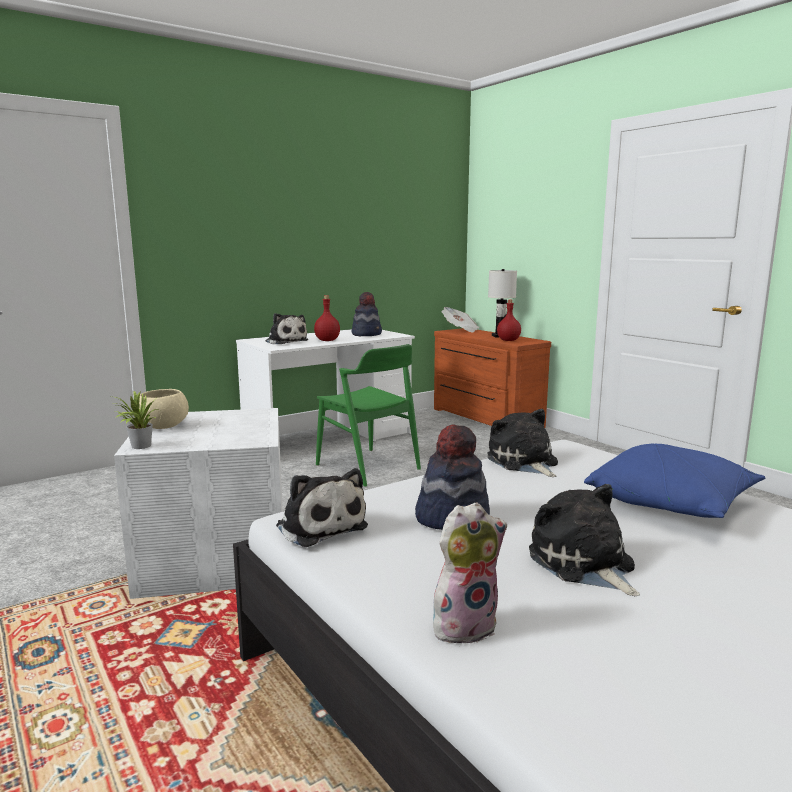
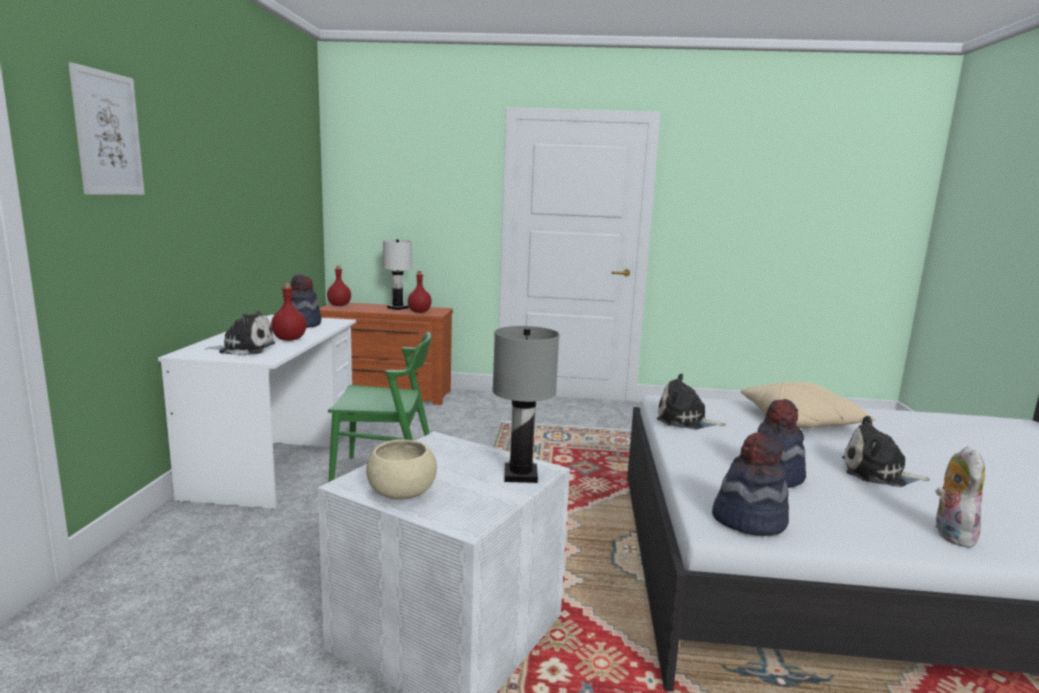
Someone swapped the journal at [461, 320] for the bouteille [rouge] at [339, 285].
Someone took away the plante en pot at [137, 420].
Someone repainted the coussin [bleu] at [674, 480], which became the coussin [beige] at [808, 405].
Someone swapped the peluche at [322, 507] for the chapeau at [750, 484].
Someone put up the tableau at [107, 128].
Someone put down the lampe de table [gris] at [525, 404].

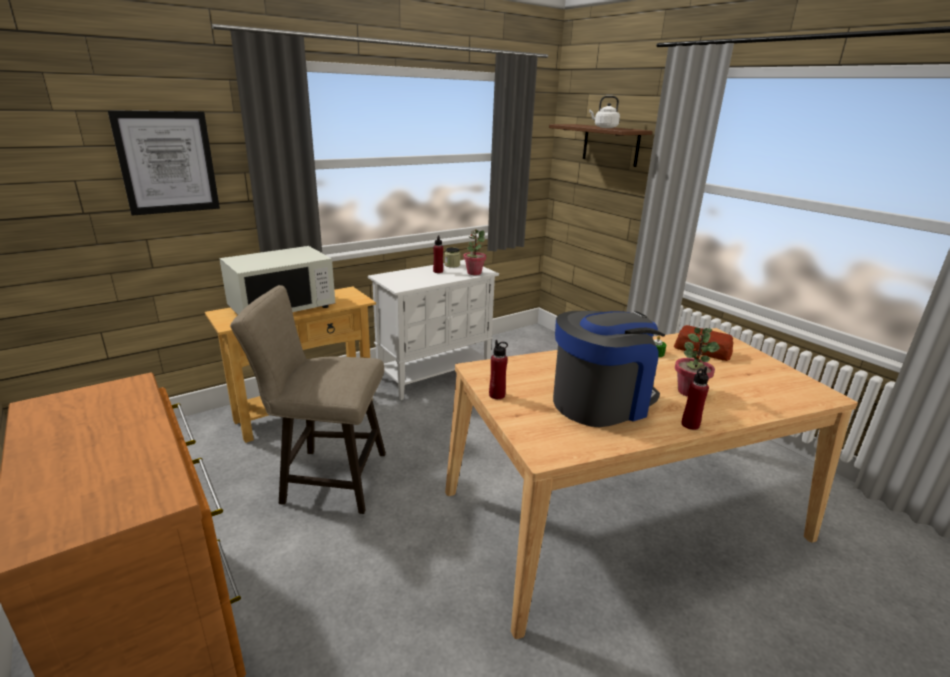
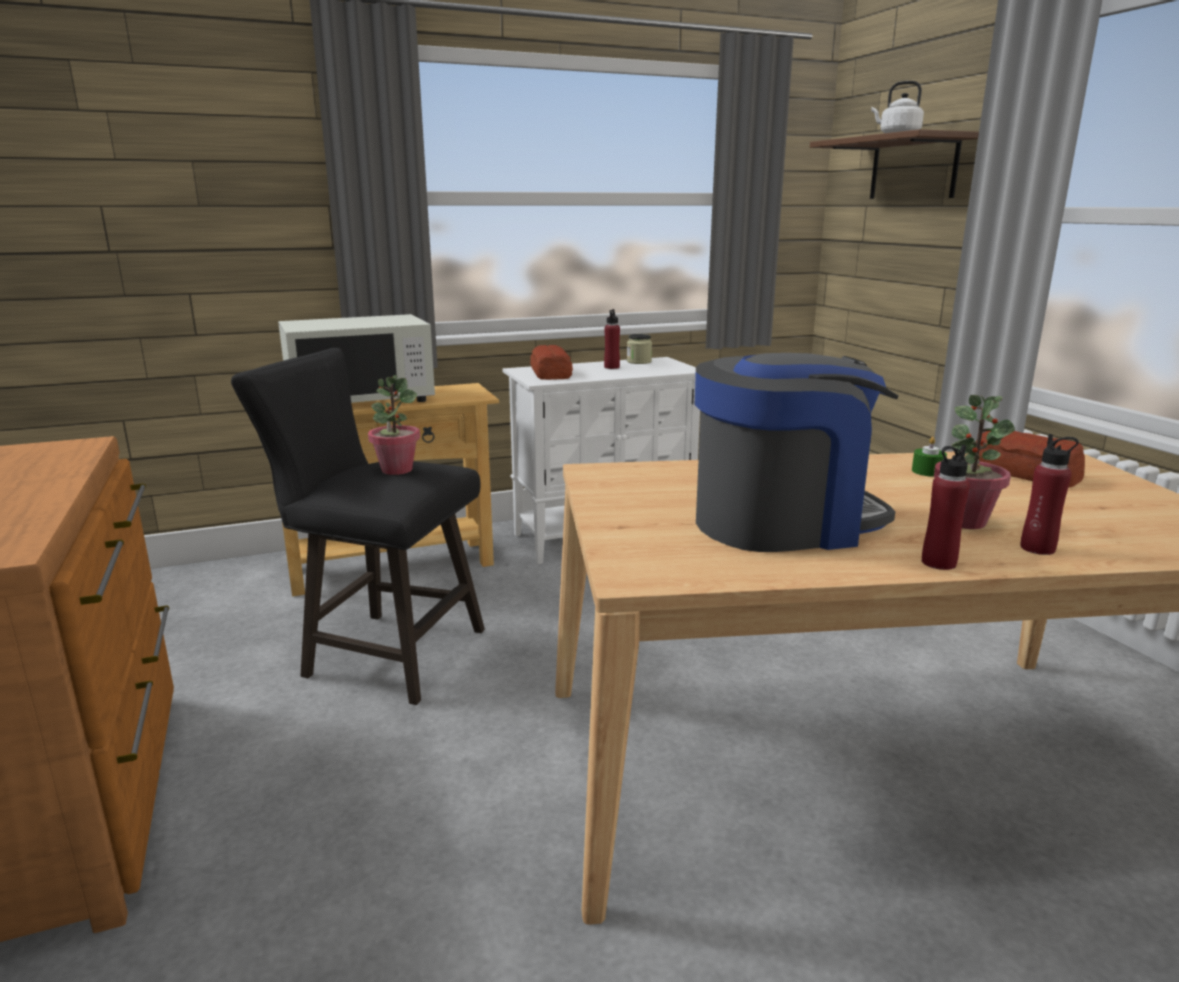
Someone took away the tableau at [164, 163].
Someone carried the plante en pot from [474, 252] to [394, 425].
Someone repainted the tabouret [beige] at [308, 399], which became the tabouret [noir] at [358, 526].
Someone carried the bouteille [rouge] from [498, 369] to [1049, 494].
Someone put down the pain at [551, 362].

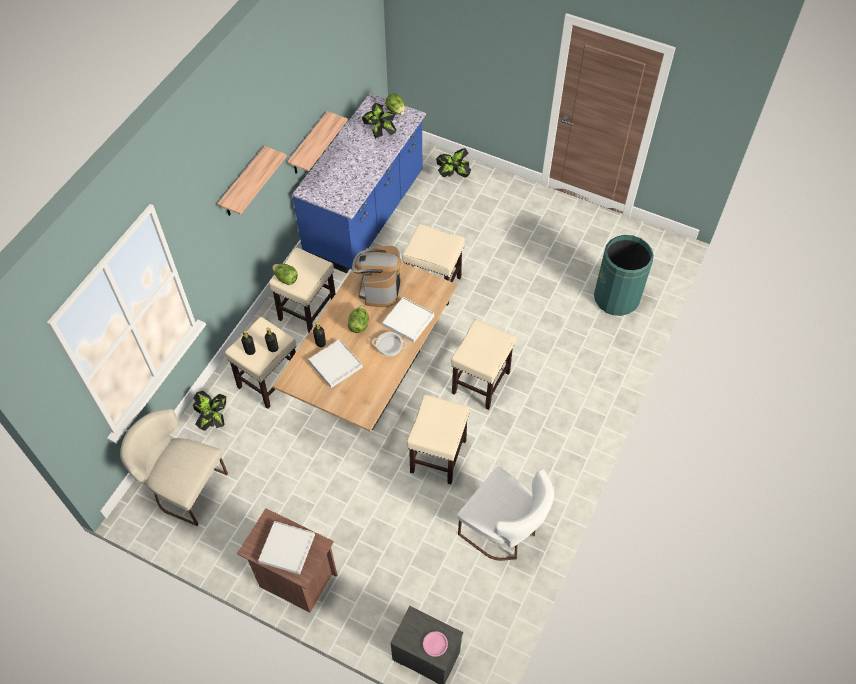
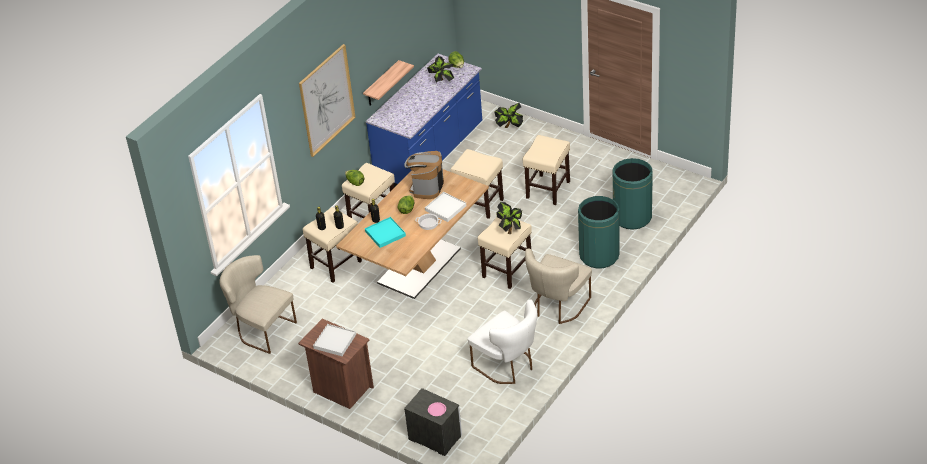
Someone swapped the étagère at [252, 181] for the tableau at [327, 100].
Someone repainted the plateau [blanc] at [335, 363], which became the plateau [turquoise] at [385, 232].
Someone carried the plante en pot from [209, 411] to [509, 218].
Someone carried the tabouret [beige] from [438, 439] to [546, 170].
Someone put down the poubelle [vert] at [598, 232].
Someone put down the chaise [beige] at [558, 286].

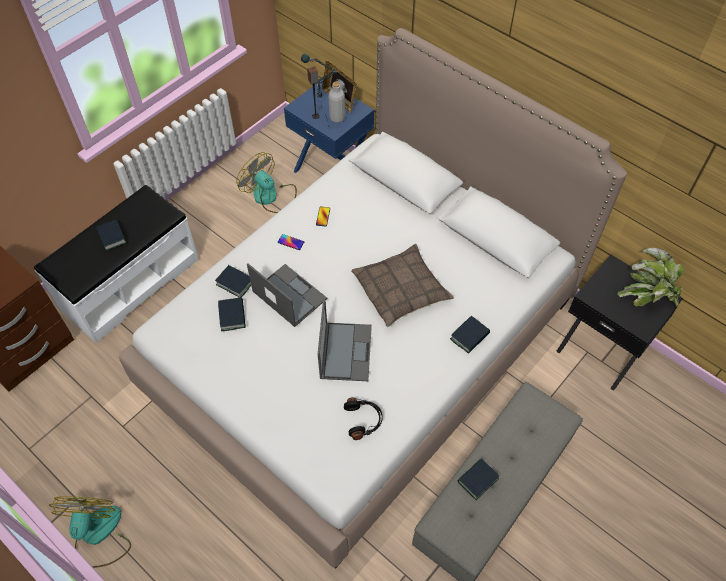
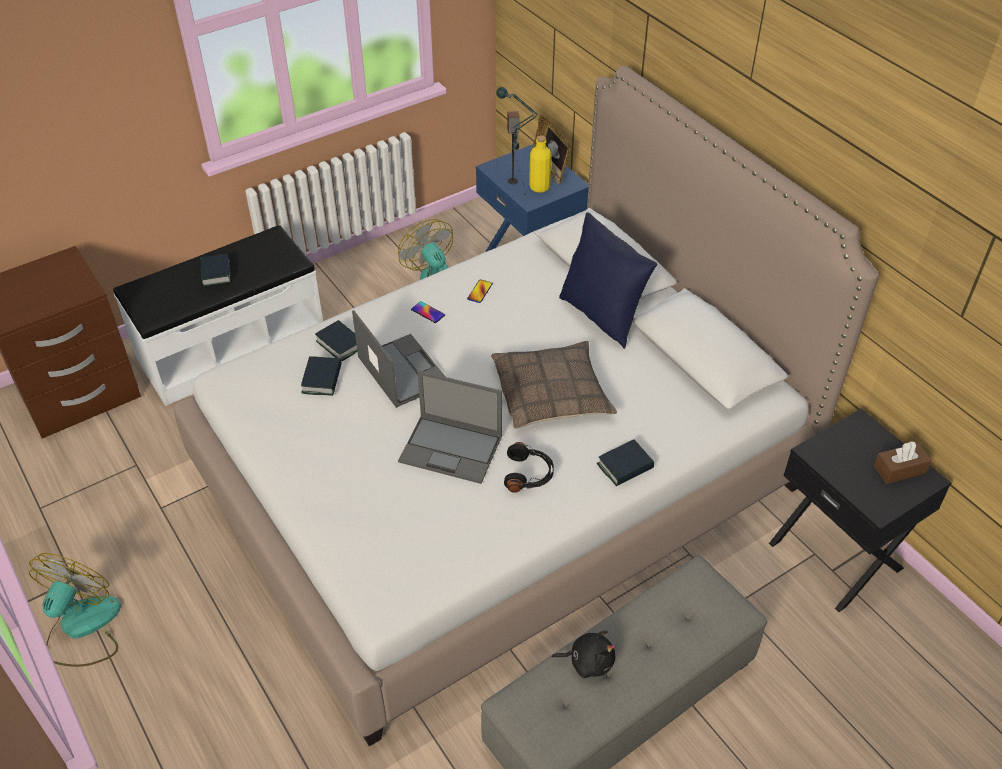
Someone repainted the bouteille [gris] at [336, 102], which became the bouteille [jaune] at [540, 164].
Someone swapped the plante en pot at [650, 277] for the boîte à mouchoirs [marron] at [903, 462].
Someone rotated the ordinateur portable at [345, 339] by 90 degrees clockwise.
Someone carried the casque audio [noir] from [363, 419] to [529, 467].
Someone swapped the livre at [478, 479] for the peluche [noir] at [584, 654].
Someone put down the coussin [bleu] at [608, 280].

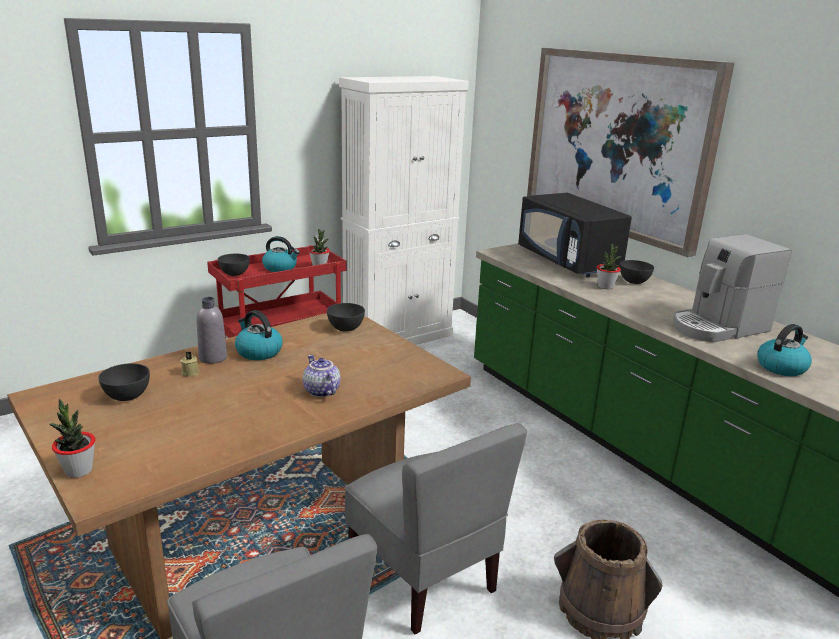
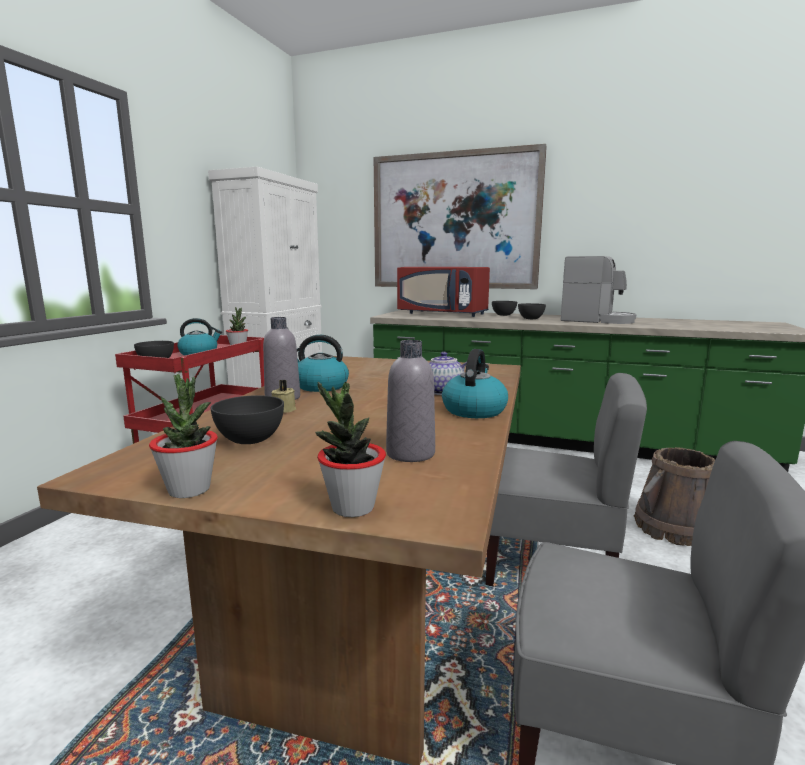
Someone repainted the micro-ondes [noir] at [575, 235], which became the micro-ondes [rouge] at [443, 292].
Someone rotated the machine à café at [732, 288] by 90 degrees counterclockwise.
Someone carried the plante en pot from [609, 266] to [183, 436].
Someone carried the bol [gris] from [346, 317] to [532, 311].
Someone carried the bouilloire from [784, 350] to [475, 383].
Someone put down the bouteille [gris] at [410, 401].

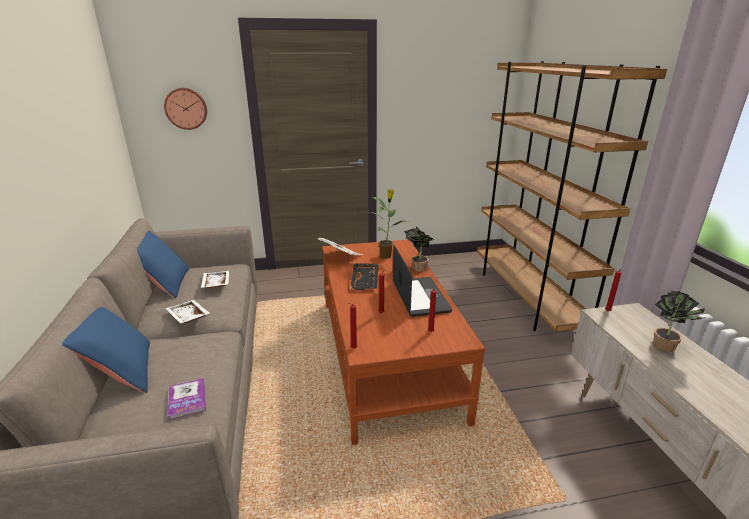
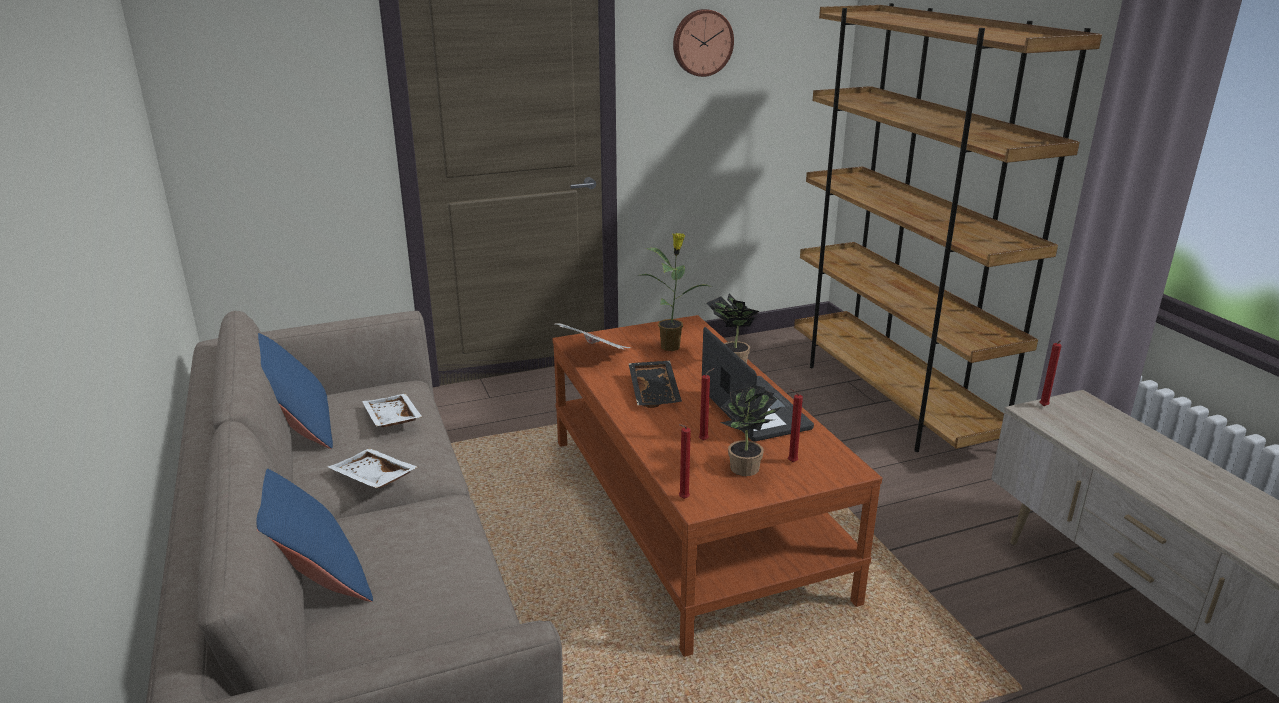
Someone carried the horloge murale from [185, 109] to [703, 43].
Someone carried the plante en pot from [679, 321] to [750, 429].
Someone took away the livre at [187, 399].

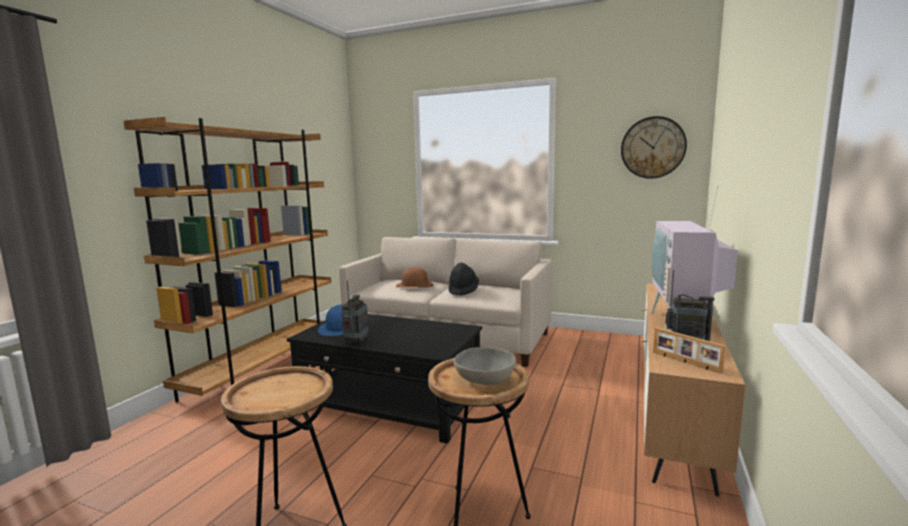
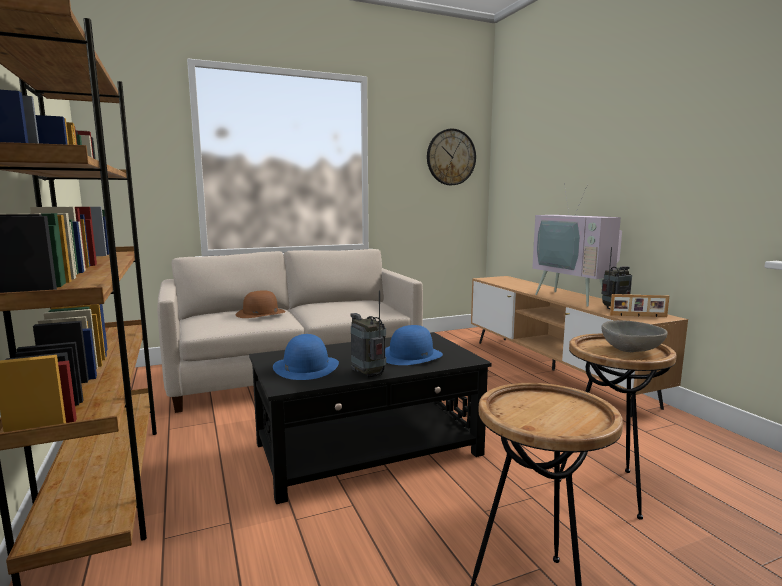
Someone took away the chapeau [noir] at [464, 279].
Someone put down the chapeau [bleu] at [414, 345].

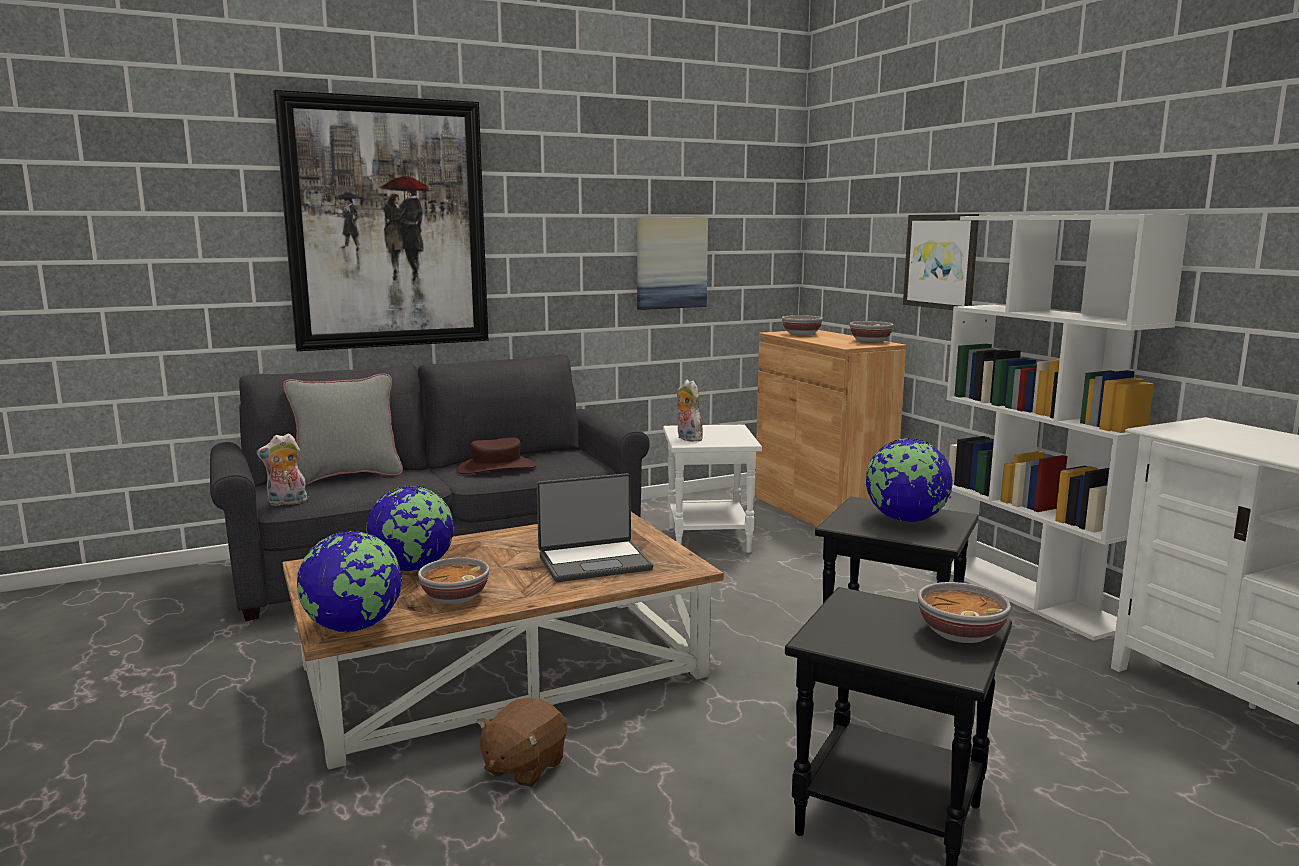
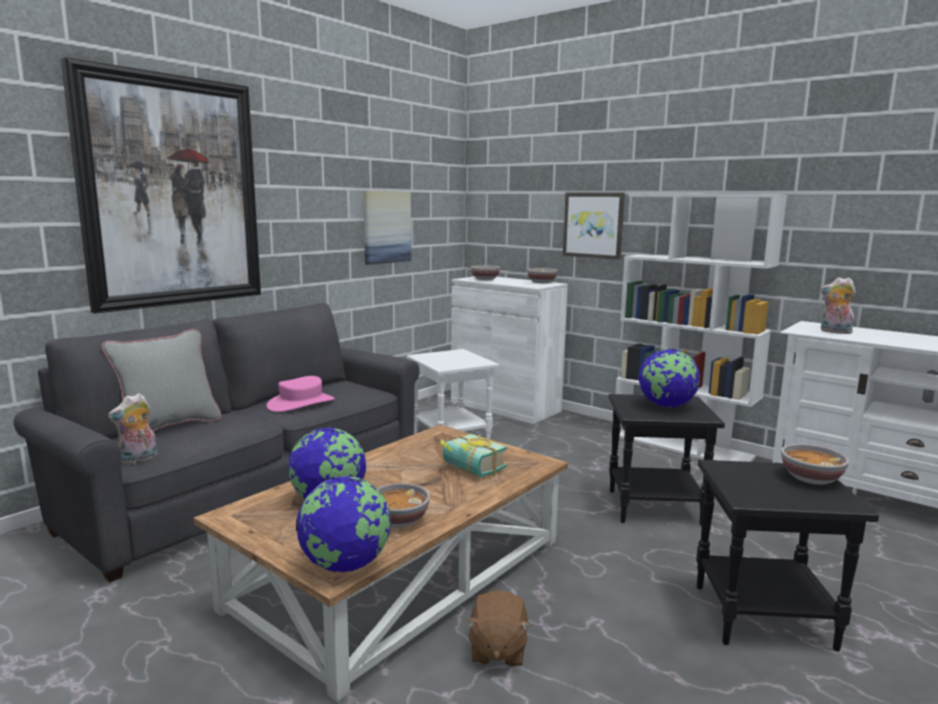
Someone repainted the meuble de rangement [marron] at [830, 428], which became the meuble de rangement [blanc] at [509, 350].
Someone carried the peluche from [690, 411] to [838, 305].
Someone repainted the chapeau [marron] at [497, 455], which became the chapeau [rose] at [301, 394].
Someone swapped the ordinateur portable at [595, 527] for the livre at [473, 455].

